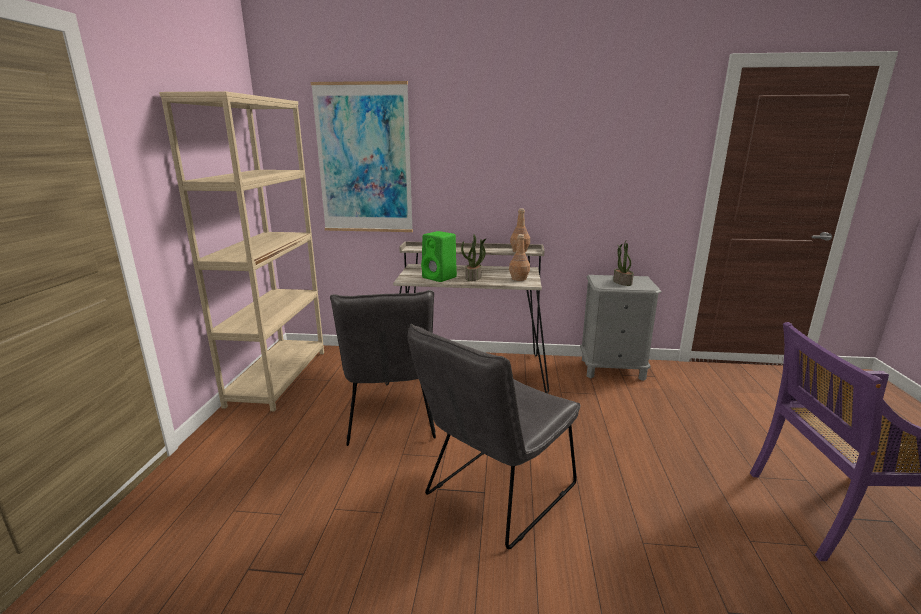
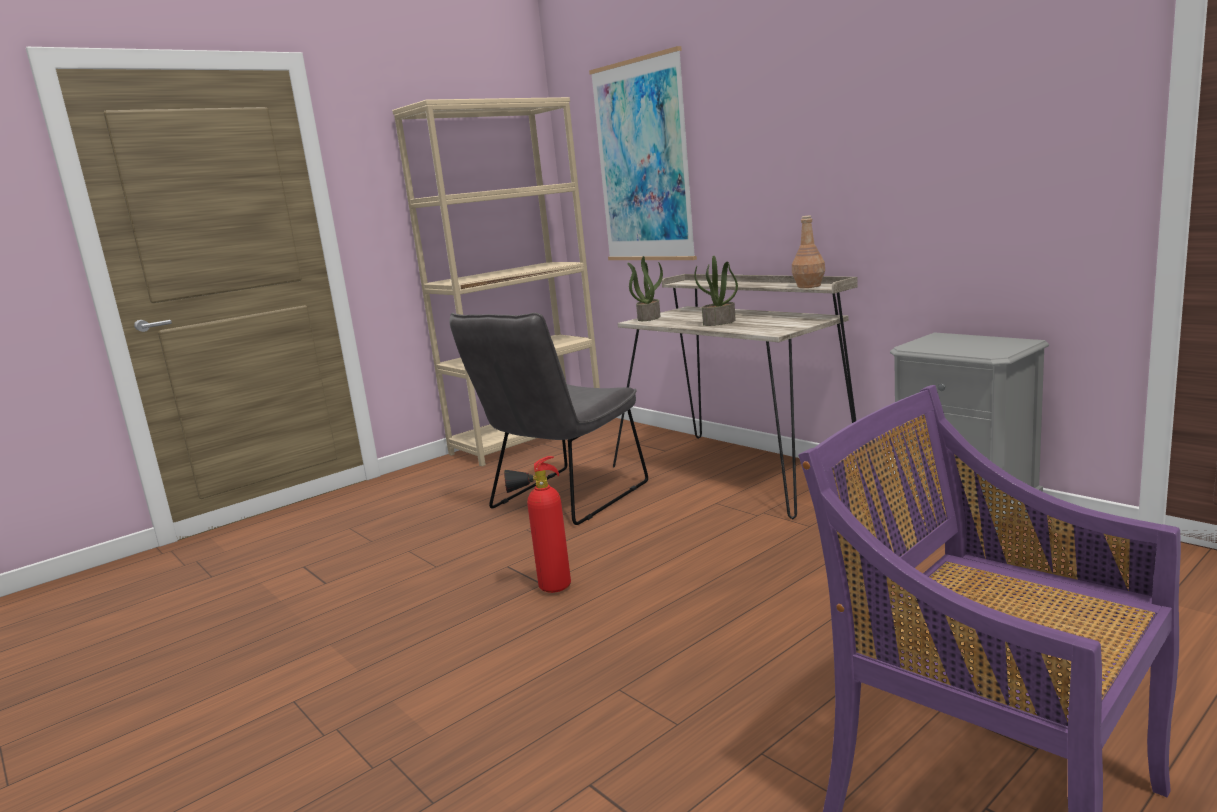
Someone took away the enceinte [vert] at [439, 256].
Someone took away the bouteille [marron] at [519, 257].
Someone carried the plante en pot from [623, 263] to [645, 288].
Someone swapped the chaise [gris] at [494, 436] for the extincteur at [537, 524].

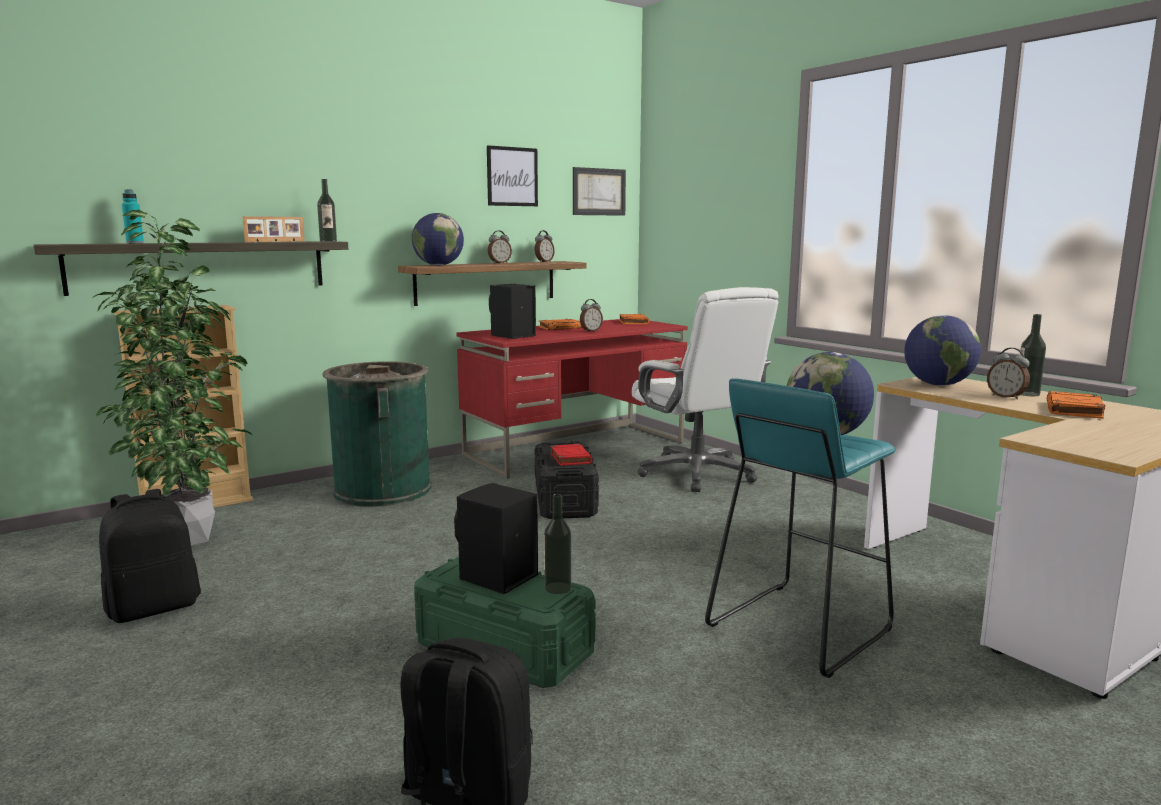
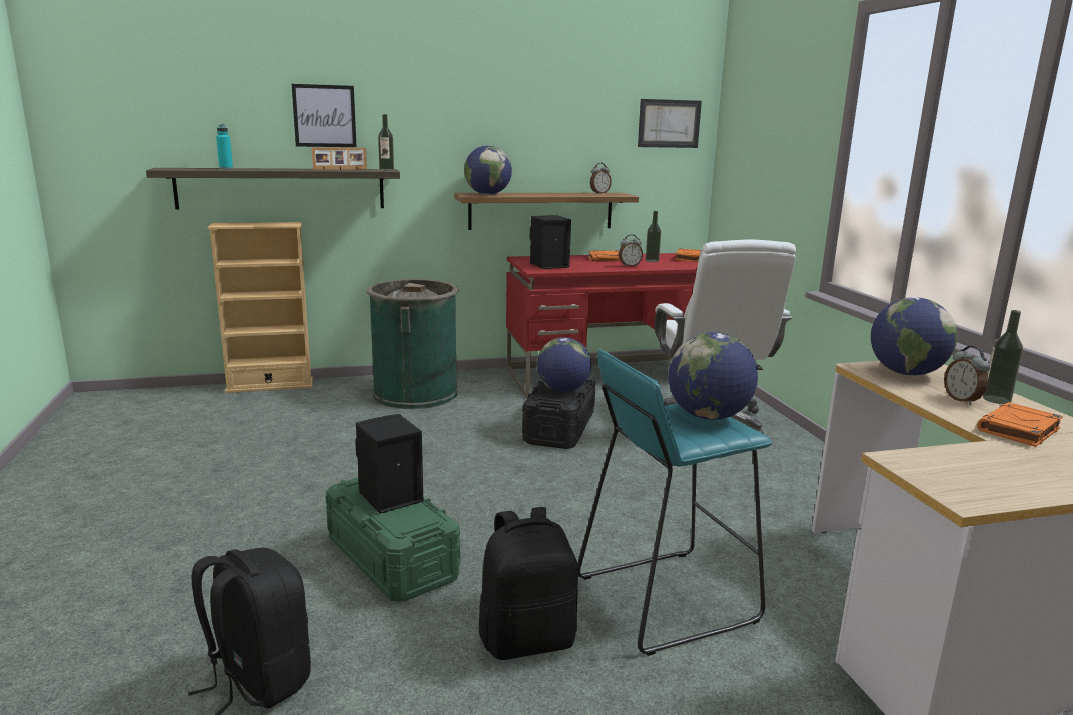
Someone carried the tableau from [512, 175] to [324, 115].
Someone took away the plante en pot at [172, 377].
Someone took away the réveil at [500, 246].
Someone swapped the livre [rouge] at [572, 455] for the globe at [564, 364].
Someone carried the sac à dos [noir] from [150, 556] to [528, 583].
Someone carried the bouteille from [557, 544] to [653, 236].

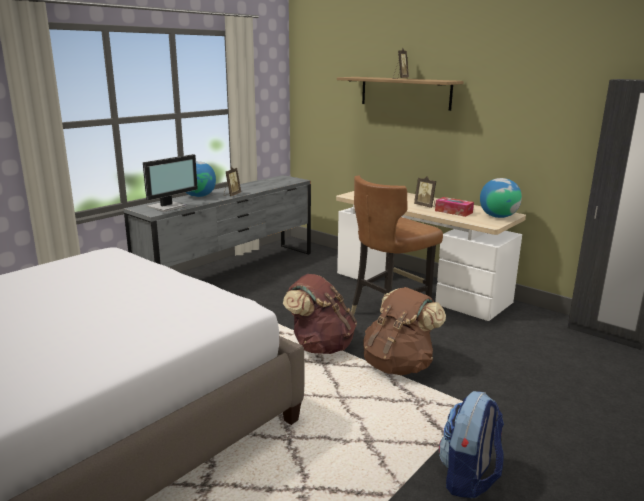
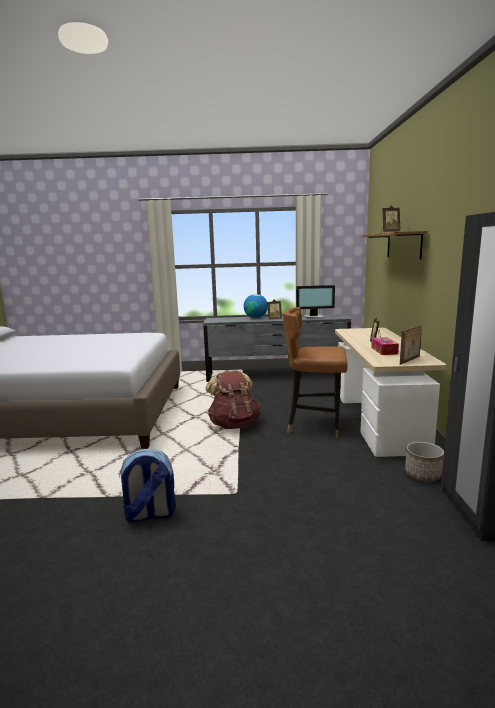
Someone carried the écran d'ordinateur from [170, 183] to [315, 302].
Someone swapped the globe at [501, 198] for the cadre photo at [411, 345].
Someone took away the sac à dos [marron] at [404, 331].
Someone put down the cache-pot at [424, 462].

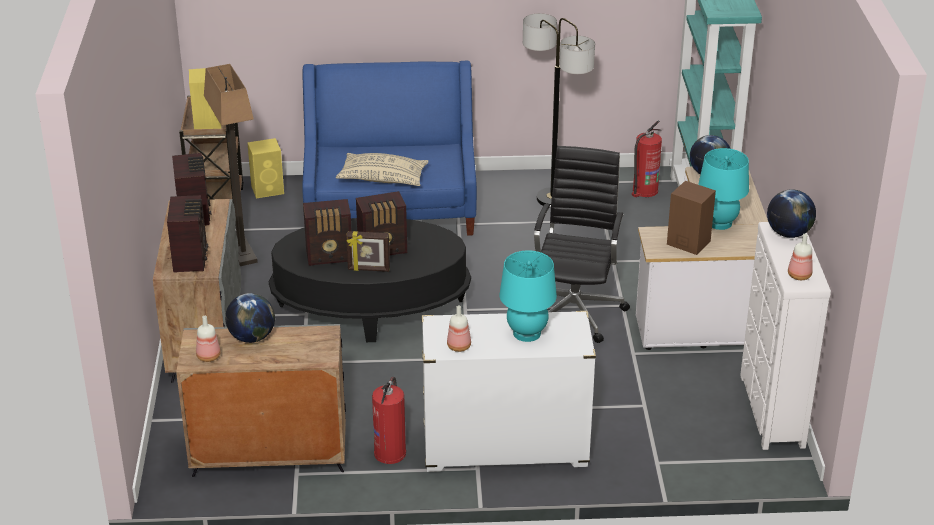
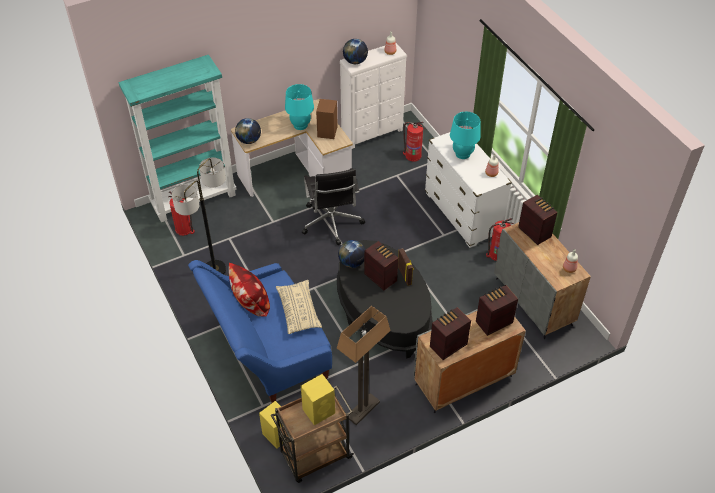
Someone rotated the chaise de bureau [noir] at [582, 244] by 90 degrees counterclockwise.
Someone carried the radio from [327, 232] to [537, 220].
Someone carried the globe from [250, 318] to [351, 254].
Someone put down the extincteur at [414, 142].
Someone put down the coussin at [249, 290].

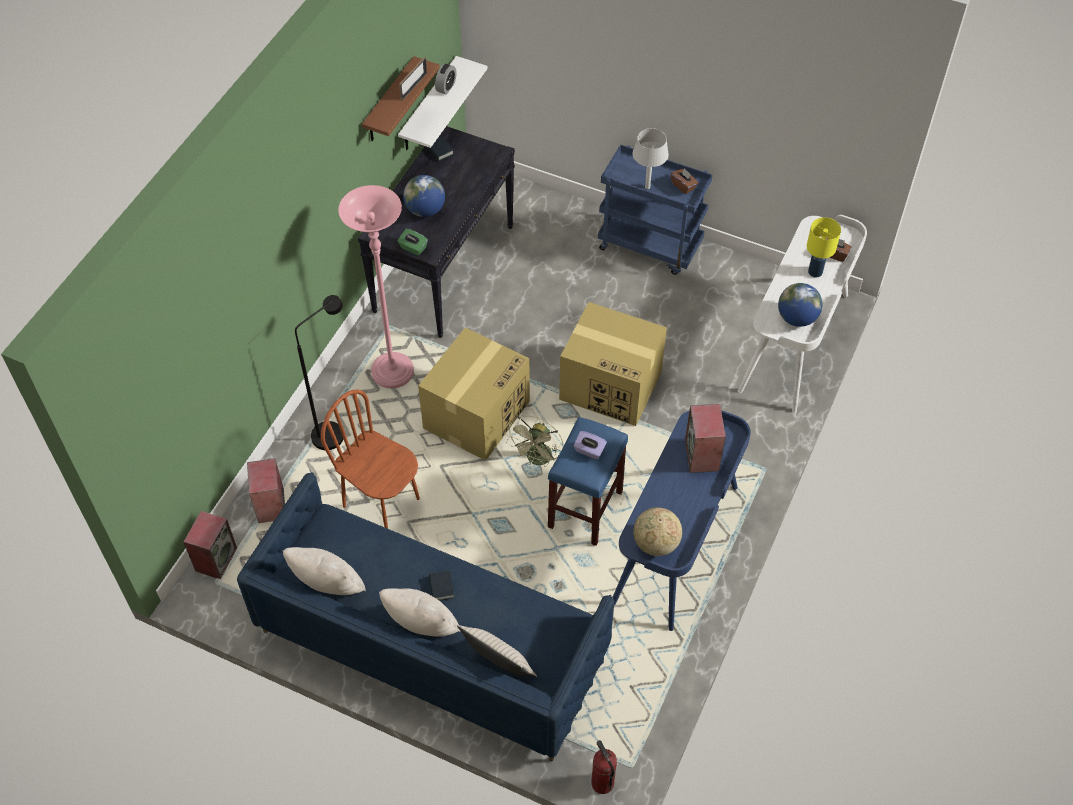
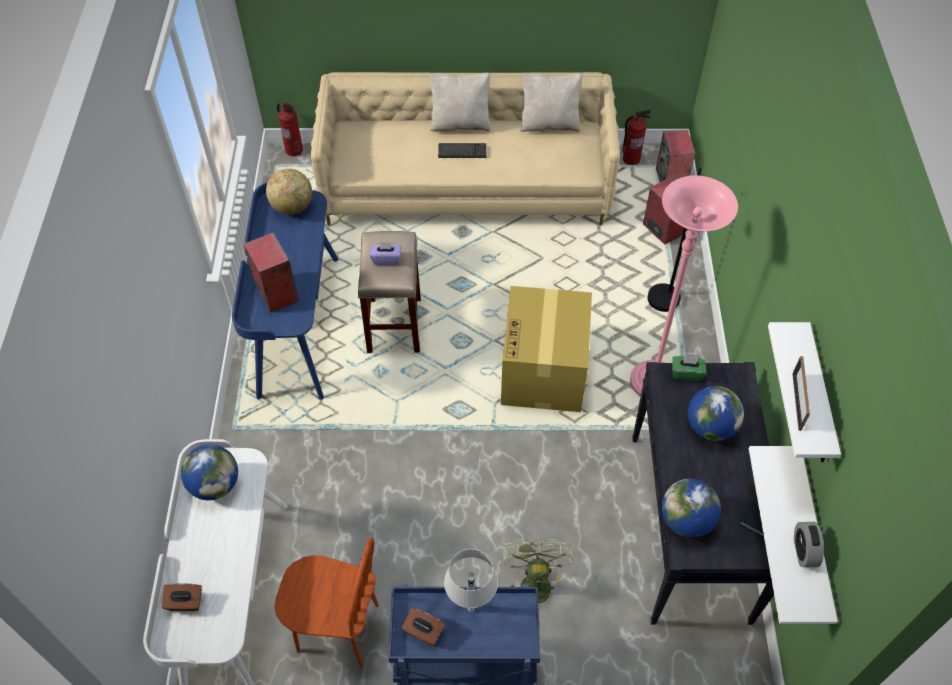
Someone repainted the étagère [marron] at [401, 98], which became the étagère [blanc] at [804, 392].
Someone took away the lampe de table [jaune] at [824, 247].
Someone took away the carton at [613, 364].
Someone carried the chaise [marron] from [370, 459] to [327, 602].
Someone carried the ventilateur [vert] from [535, 441] to [537, 570].
Someone repainted the tabouret [bleu] at [588, 481], which became the tabouret [beige] at [389, 292].
Someone repainted the canapé [bleu] at [426, 617], which became the canapé [beige] at [466, 149].
Someone swapped the livre at [442, 586] for the clavier at [462, 150].
Someone took away the coussin [beige] at [497, 651].
Someone put down the extincteur at [636, 137].
Someone put down the globe at [691, 508].

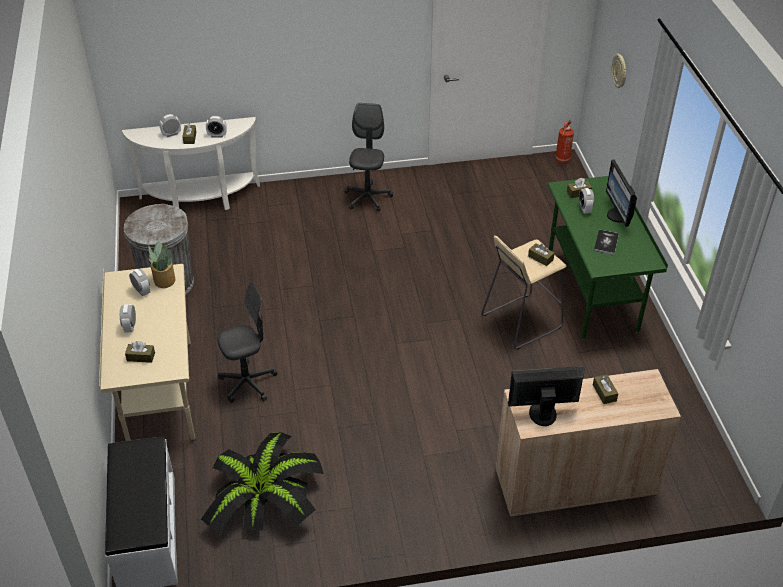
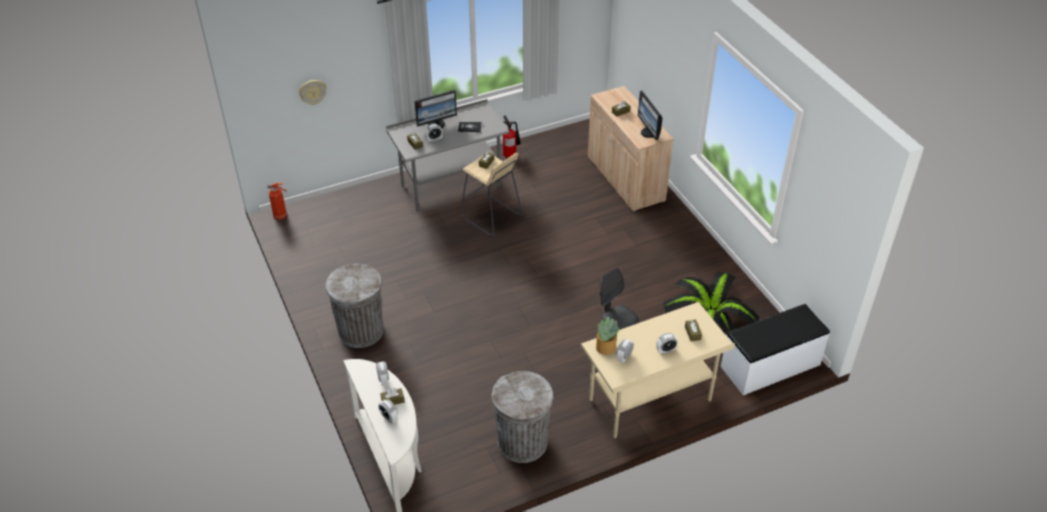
Someone swapped the chaise de bureau [gris] at [368, 157] for the poubelle [gris] at [355, 305].
Someone repainted the bureau [vert] at [608, 258], which became the bureau [gris] at [448, 155].
Someone put down the extincteur at [512, 137].

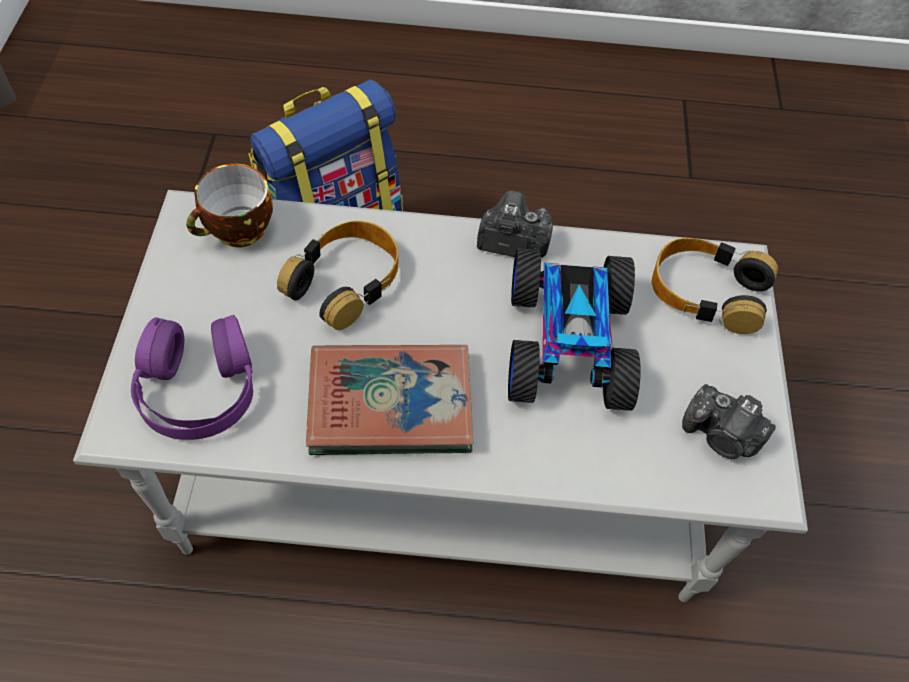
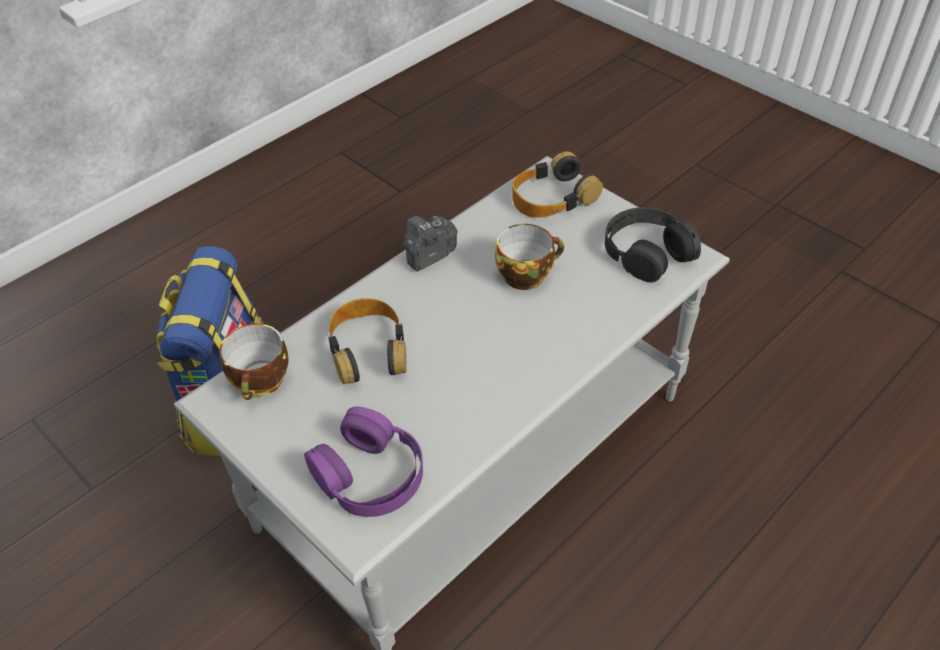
Someone swapped the petite voiture at [574, 329] for the tasse at [529, 257].
Someone took away the livre at [389, 400].
Someone swapped the appareil photo at [729, 421] for the casque audio [noir] at [653, 244].

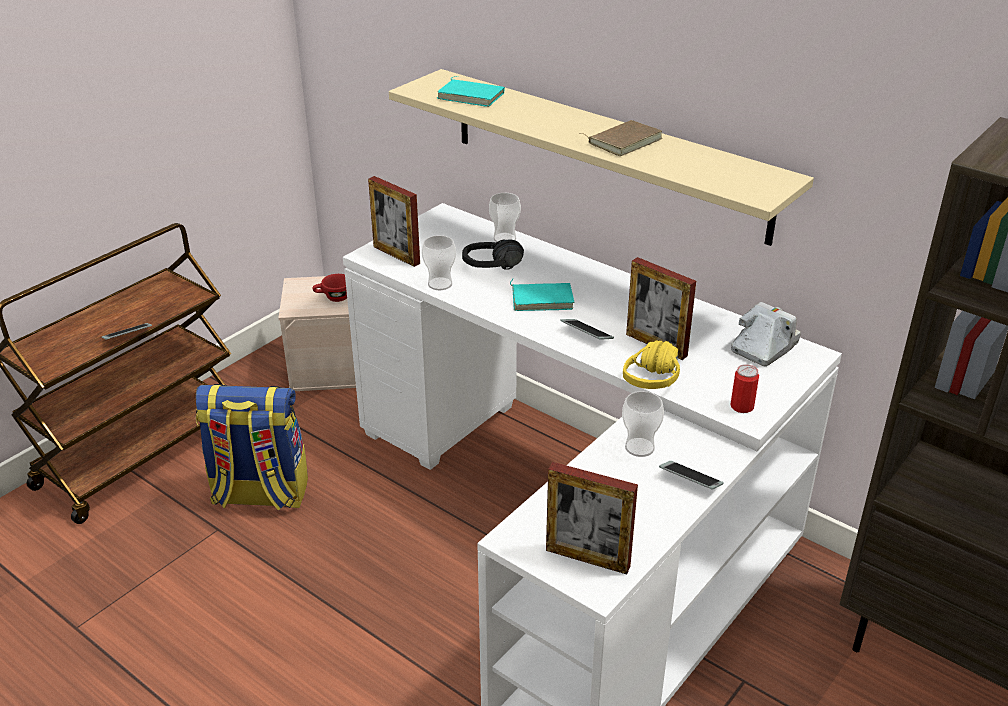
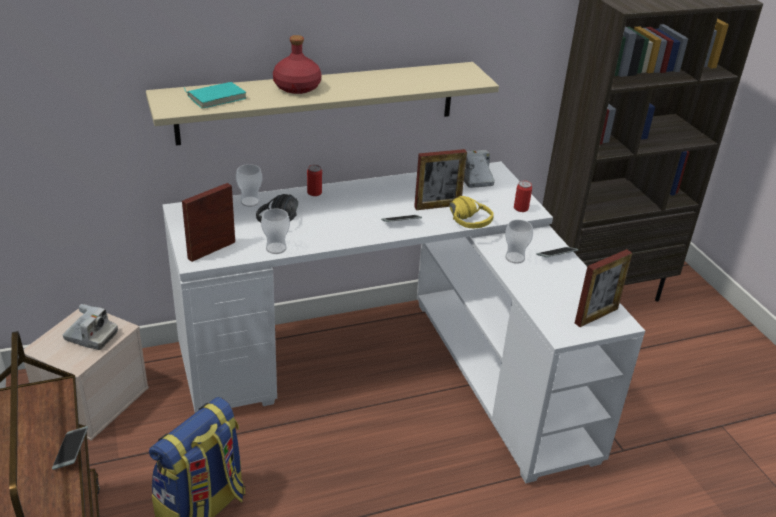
Someone took away the livre [marron] at [620, 138].
Someone rotated the cadre photo at [394, 221] by 150 degrees clockwise.
Someone swapped the tasse [rouge] at [329, 288] for the appareil photo at [90, 327].
Someone took away the livre [turquoise] at [542, 294].
Someone put down the bouteille [rouge] at [297, 64].
Someone put down the boîte métallique at [314, 180].

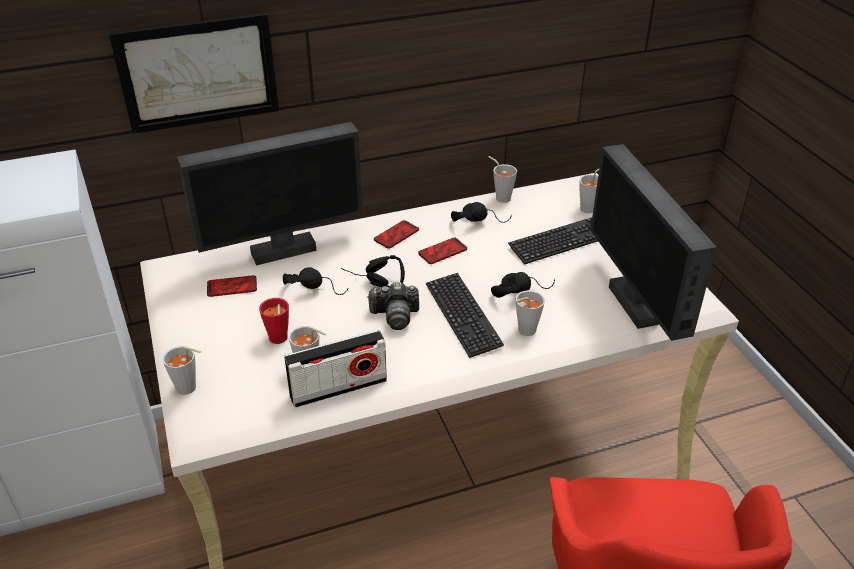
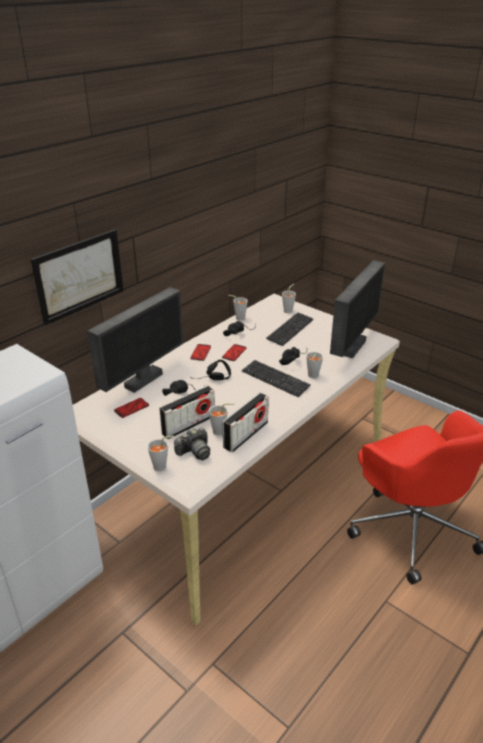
Someone rotated the écran d'ordinateur at [653, 242] by 105 degrees counterclockwise.
Someone carried the appareil photo from [393, 306] to [192, 444].
Someone swapped the tasse [rouge] at [274, 321] for the radio at [187, 412].

